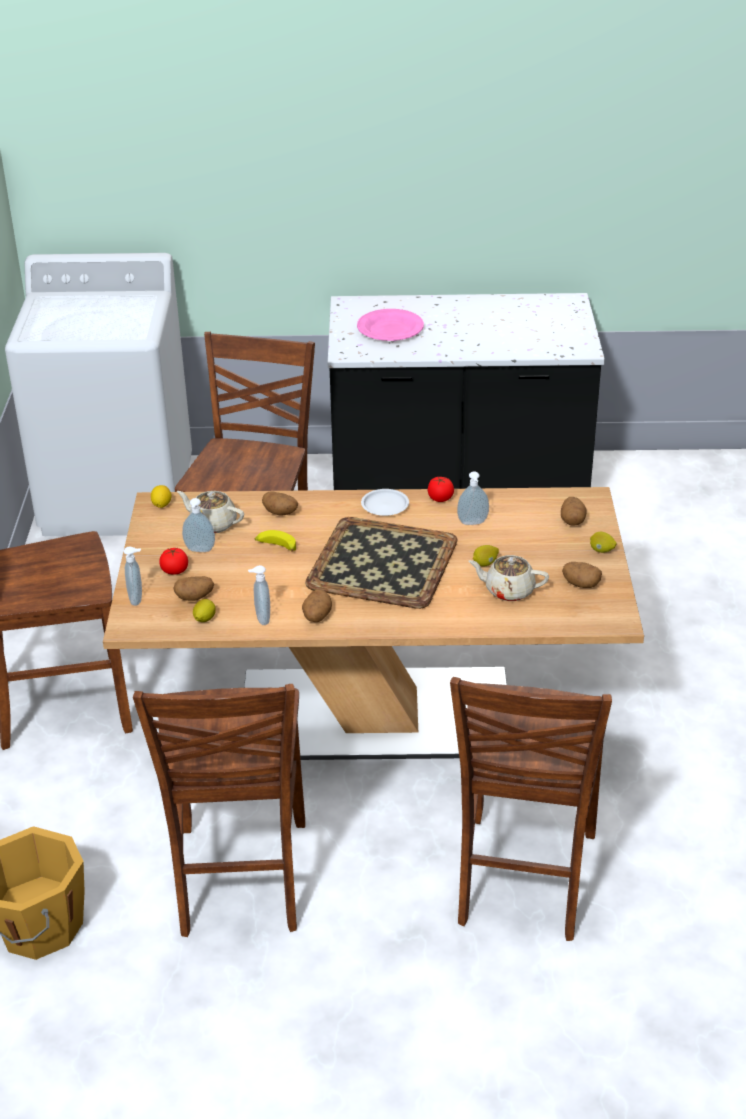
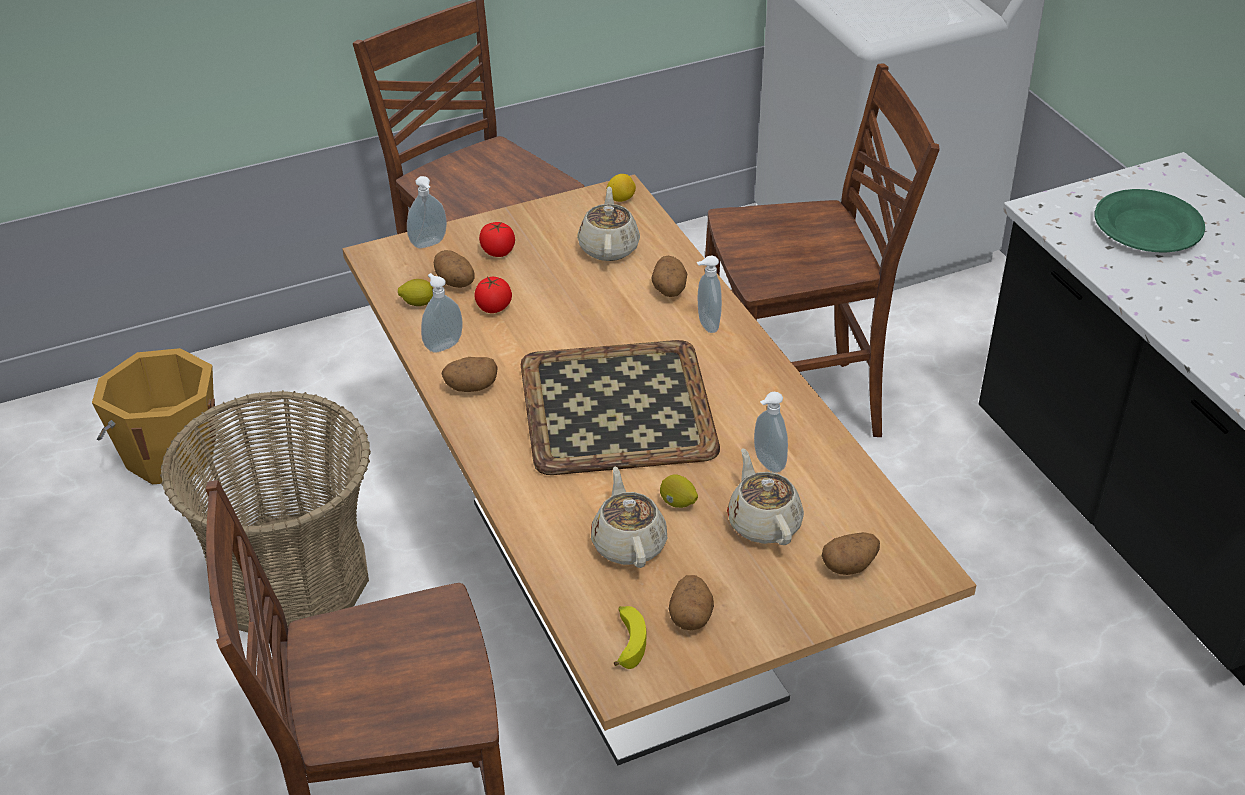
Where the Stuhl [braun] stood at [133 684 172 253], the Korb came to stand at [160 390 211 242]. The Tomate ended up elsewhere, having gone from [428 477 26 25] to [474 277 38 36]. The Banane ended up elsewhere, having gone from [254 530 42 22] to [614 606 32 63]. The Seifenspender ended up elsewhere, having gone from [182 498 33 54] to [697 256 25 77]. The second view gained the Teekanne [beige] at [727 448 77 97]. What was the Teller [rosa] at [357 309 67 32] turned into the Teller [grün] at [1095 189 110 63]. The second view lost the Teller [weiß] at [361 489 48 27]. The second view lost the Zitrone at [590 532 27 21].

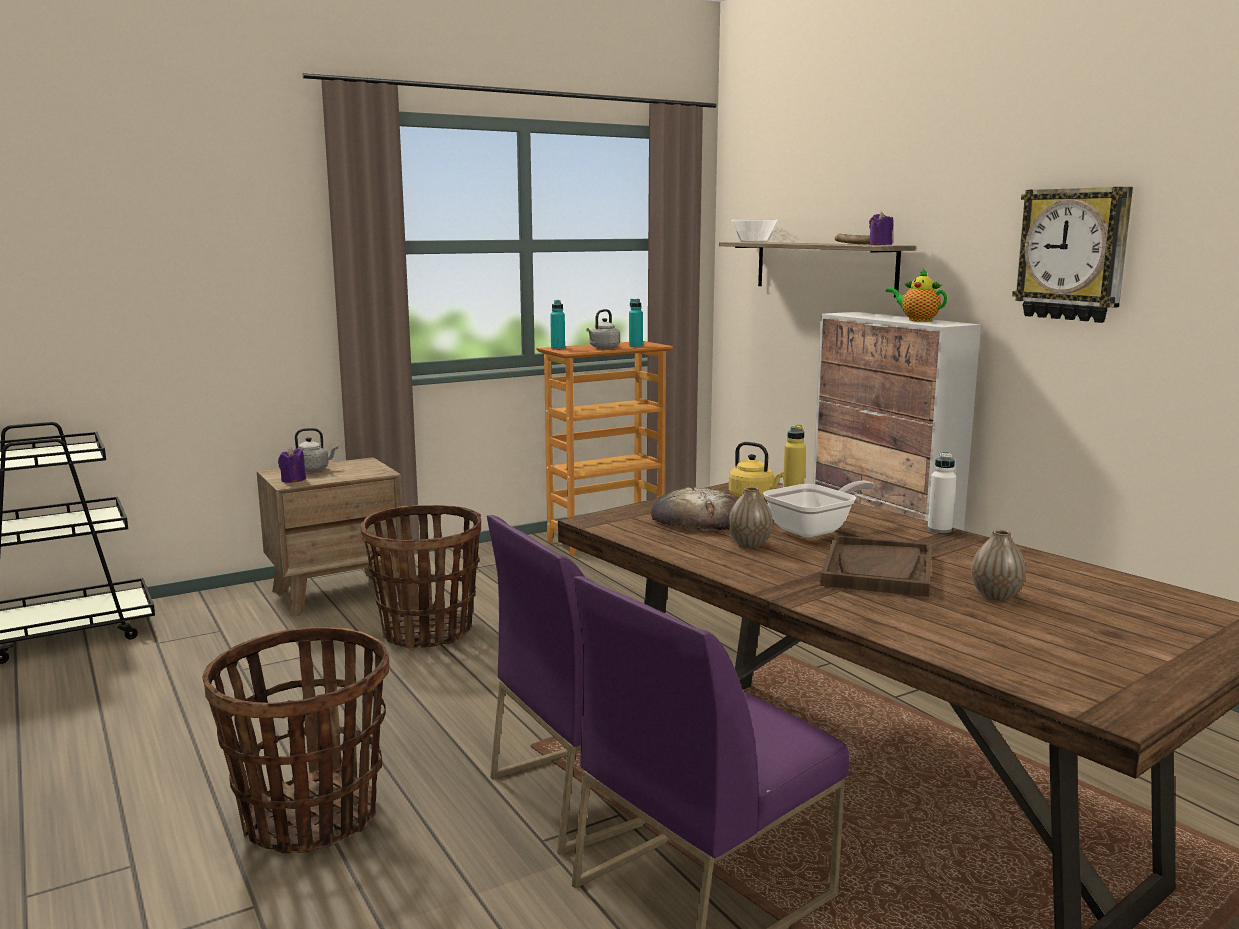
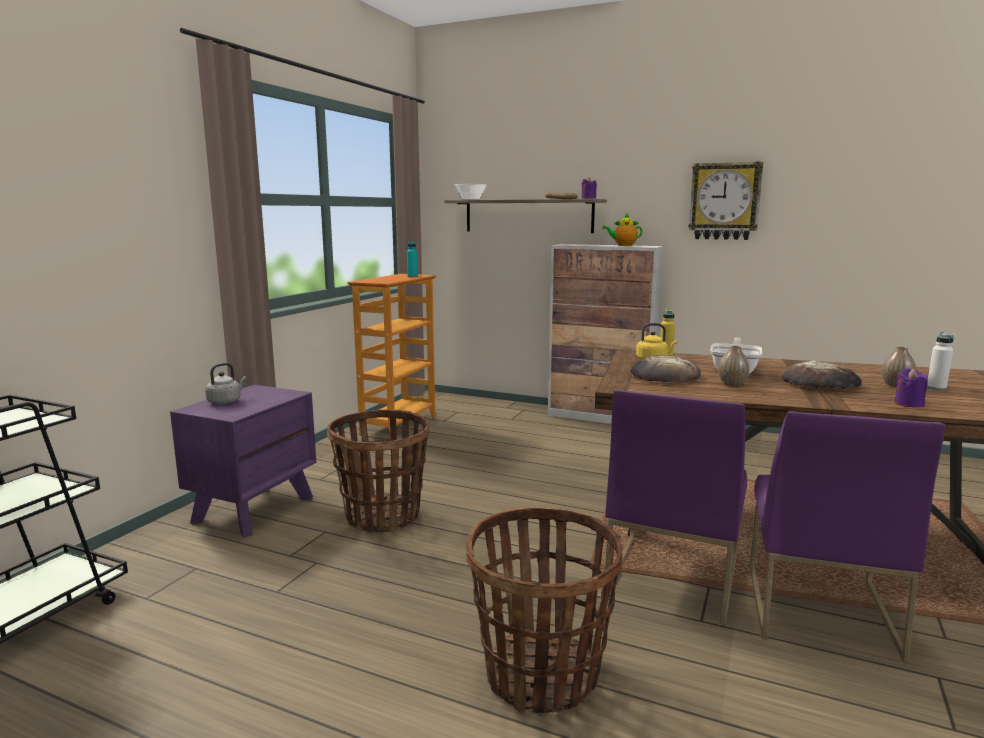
What was the Nachttisch [braun] at [257 457 146 159] turned into the Nachttisch [lila] at [170 385 146 153]. Where the Tablett [braun] stood at [820 535 111 62], the Brot came to stand at [782 361 80 29]. The Kerze [lila] ended up elsewhere, having gone from [278 447 28 36] to [894 368 34 39]. The Flasche [weiß] ended up elsewhere, having gone from [928 452 28 81] to [927 332 27 58]. The second view lost the Flasche [türkis] at [550 300 15 50]. The second view lost the Wasserkessel [grau] at [586 309 34 40].

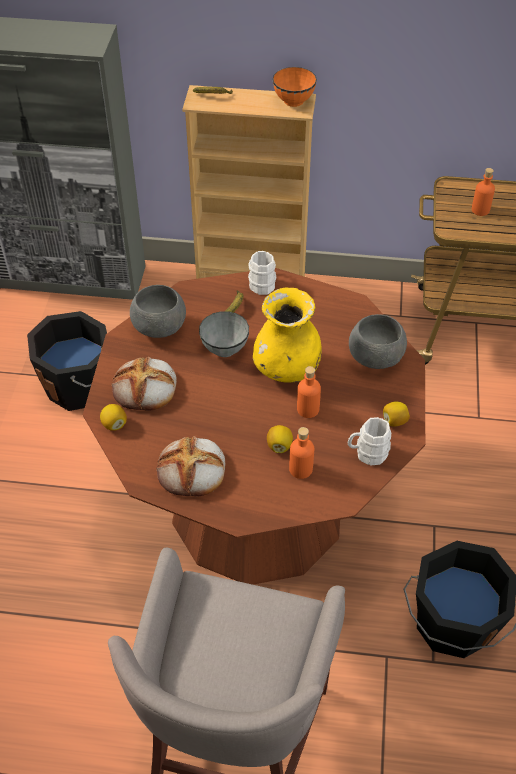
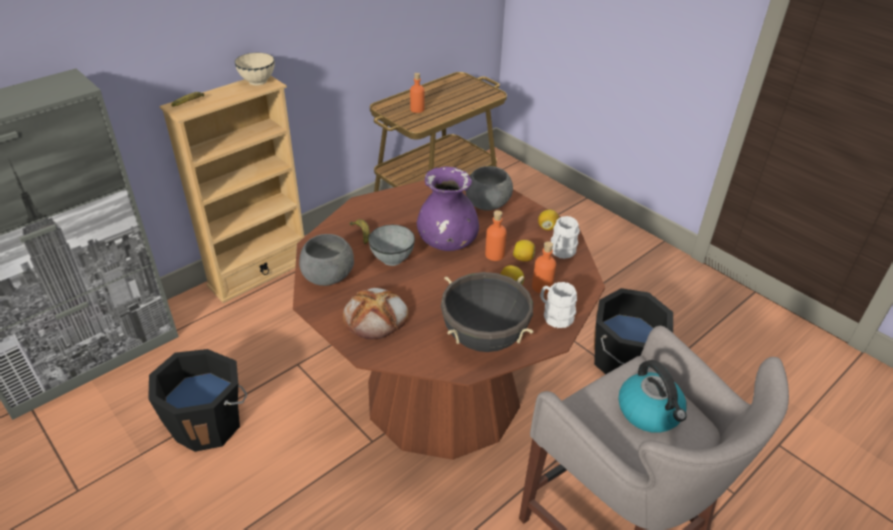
What was the Schüssel [orange] at [273 67 44 40] turned into the Schüssel [beige] at [235 53 40 32]. What was the Vase [gelb] at [253 287 69 96] turned into the Vase [lila] at [417 167 62 84]. Where the Brot stood at [156 436 69 60], the Kochtopf [schwarz] came to stand at [441 272 93 80]. The Zitrone ended up elsewhere, having gone from [100 404 27 27] to [513 240 22 22]. The Henkelbecher [weiß] ended up elsewhere, having gone from [248 251 28 44] to [540 282 37 46]. The second view gained the Wasserkessel at [618 360 69 73].

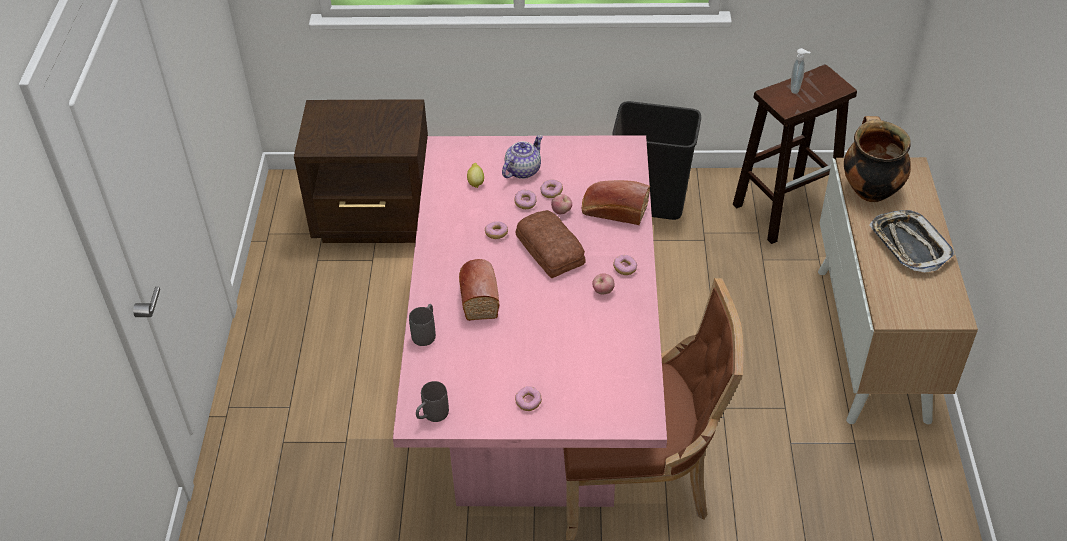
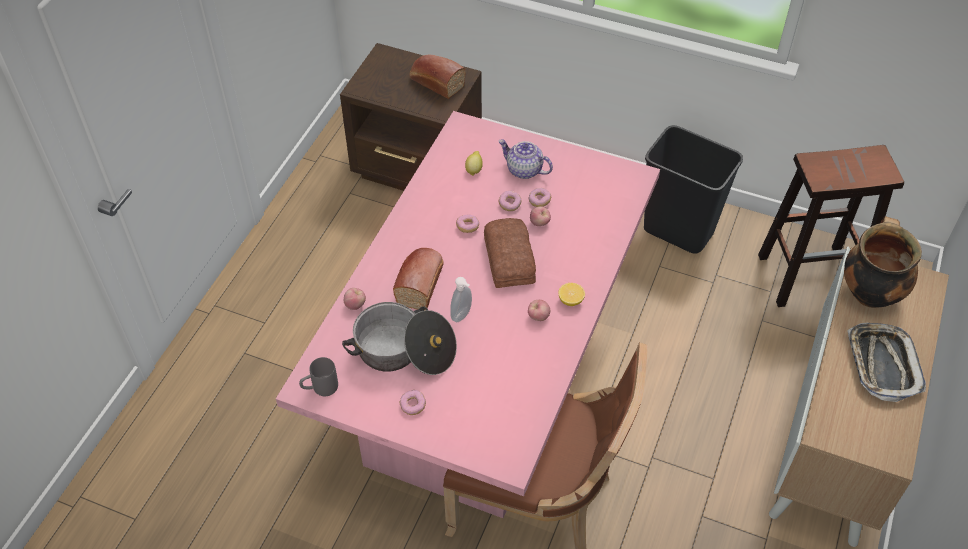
The second view gained the Kochtopf at [342 302 115 73]. Where the Henkelbecher [grau] stood at [409 304 27 42], the Apfel came to stand at [344 288 22 22]. The Brot ended up elsewhere, having gone from [582 180 68 45] to [409 54 57 45]. The Seifenspender ended up elsewhere, having gone from [791 48 19 46] to [450 277 22 45]. The Teekanne at [502 135 41 44] ended up facing another way, 120 degrees counterclockwise from before. Where the Donut stood at [613 255 24 20], the Zitrone came to stand at [558 283 27 23].

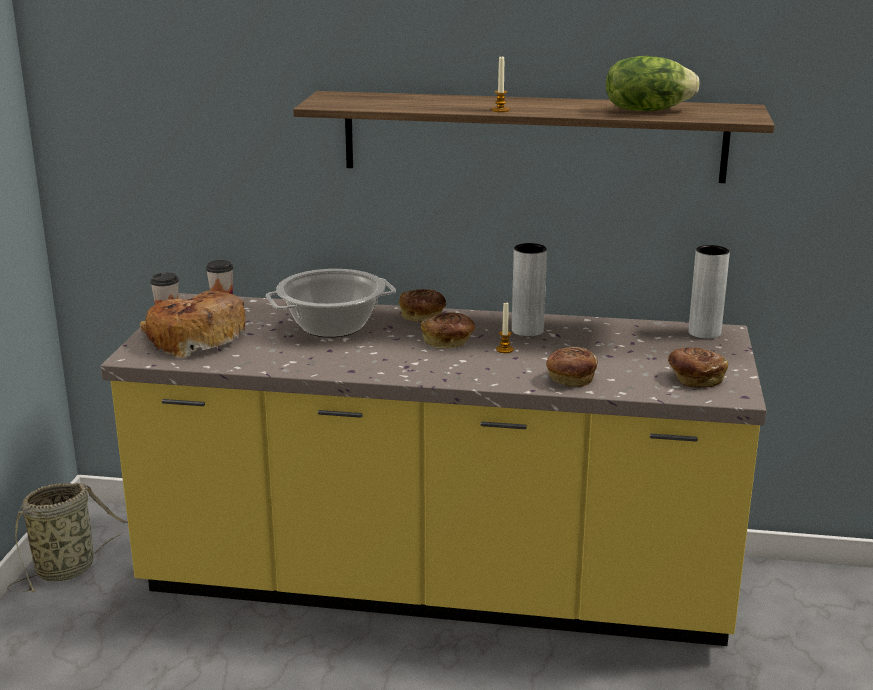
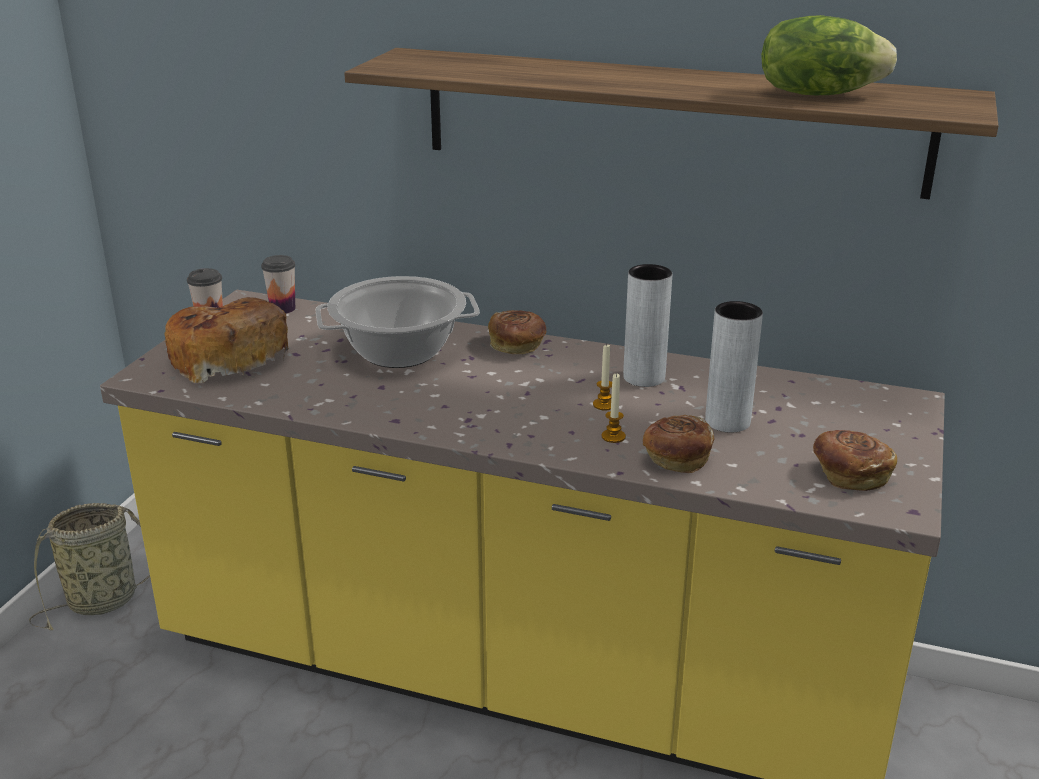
The Kerze ended up elsewhere, having gone from [492 56 18 56] to [602 373 24 70]. The Vase [grau] ended up elsewhere, having gone from [688 245 42 94] to [705 301 58 132]. The second view lost the Brot at [421 312 54 36].

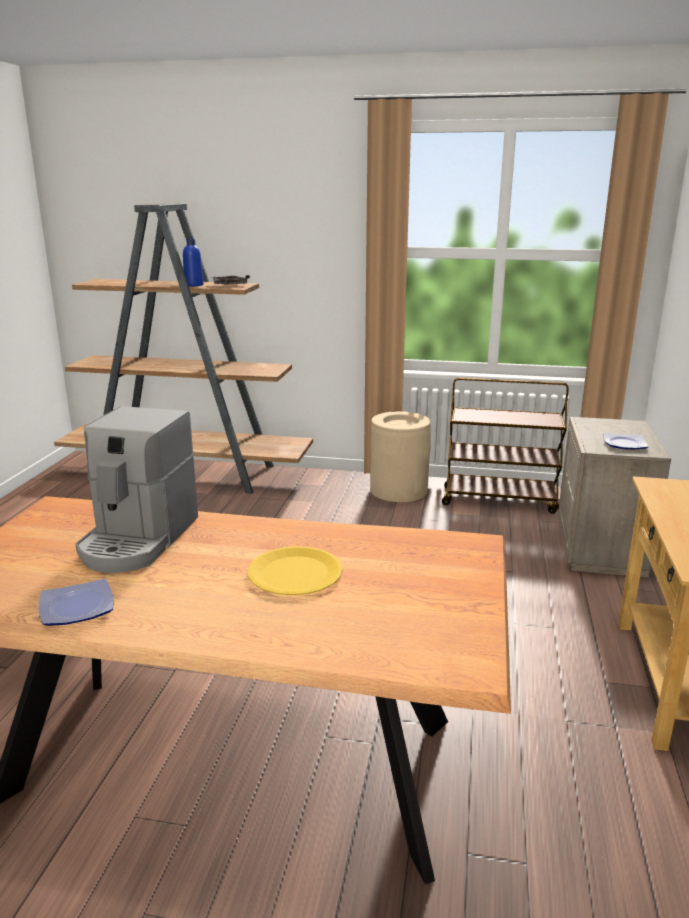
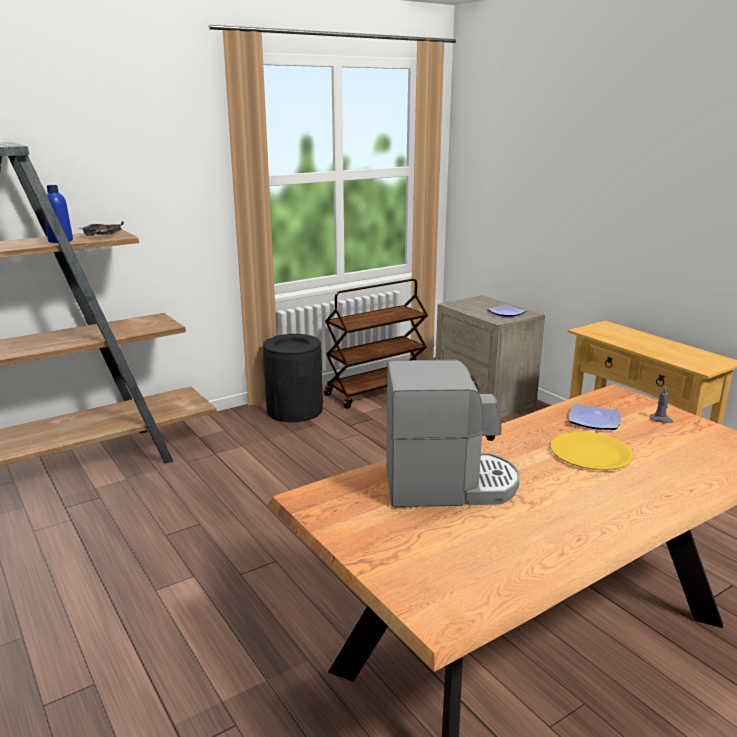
What was the Mülleimer [beige] at [370 411 61 91] turned into the Mülleimer [schwarz] at [263 334 60 88]. The Kaffeemaschine at [75 406 123 167] ended up facing another way, 60 degrees counterclockwise from before. The Teller ended up elsewhere, having gone from [39 579 75 47] to [569 404 52 26]. The second view gained the Kerze [grau] at [650 387 23 36].

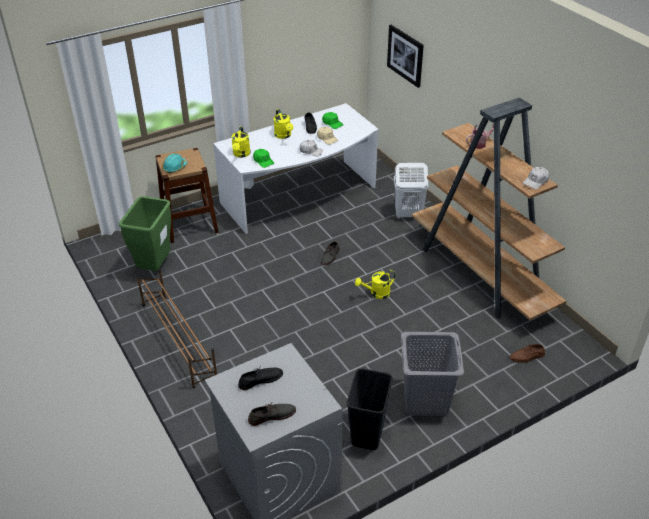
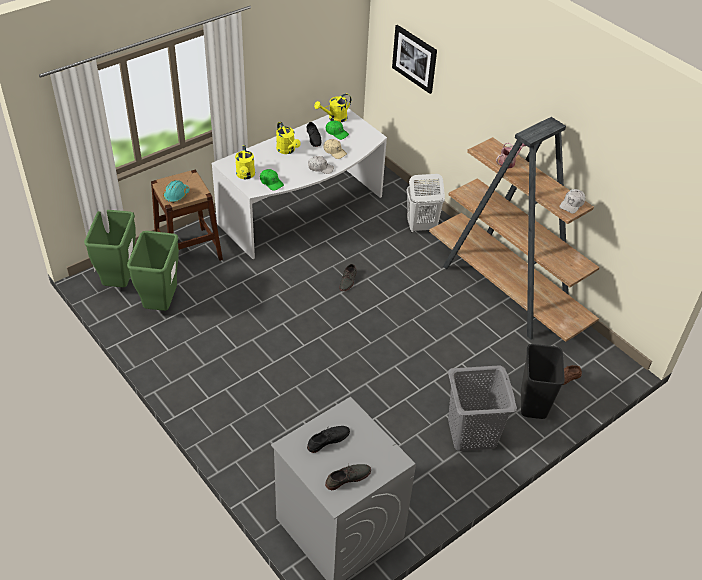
The second view gained the Mülleimer [grün] at [84 210 52 77]. The Gießkanne [gelb] ended up elsewhere, having gone from [355 270 40 29] to [314 94 37 28]. The Mülleimer [schwarz] ended up elsewhere, having gone from [347 368 46 82] to [521 344 44 75]. The second view lost the Schuhregal [braun] at [137 269 80 119].

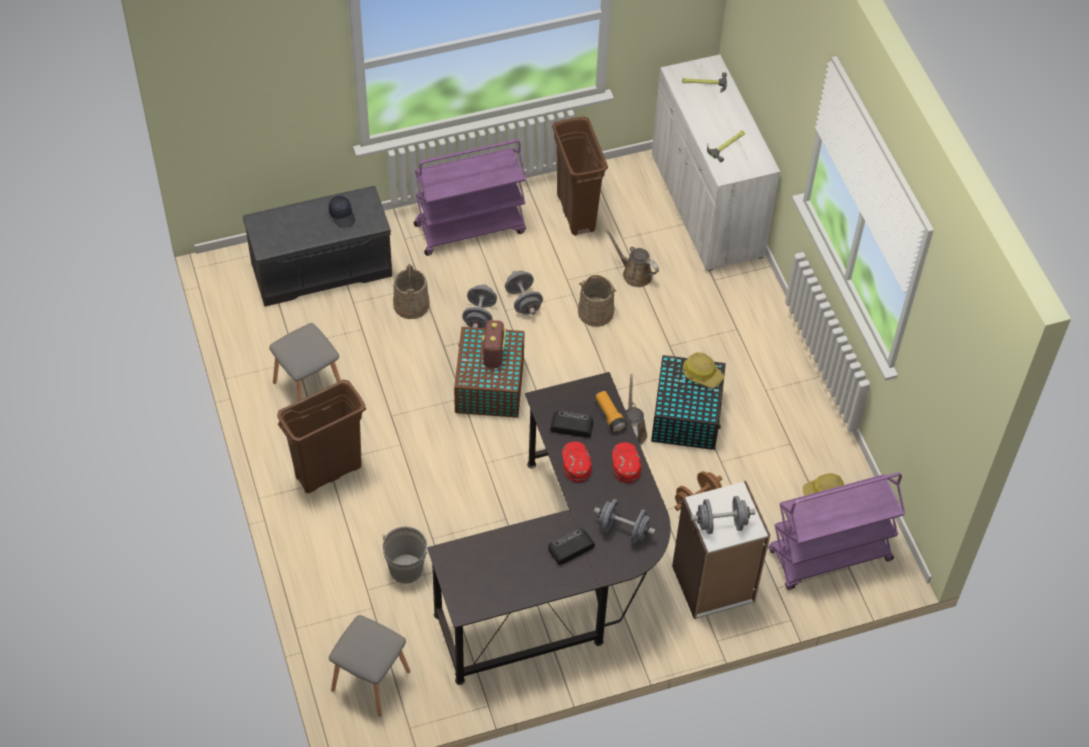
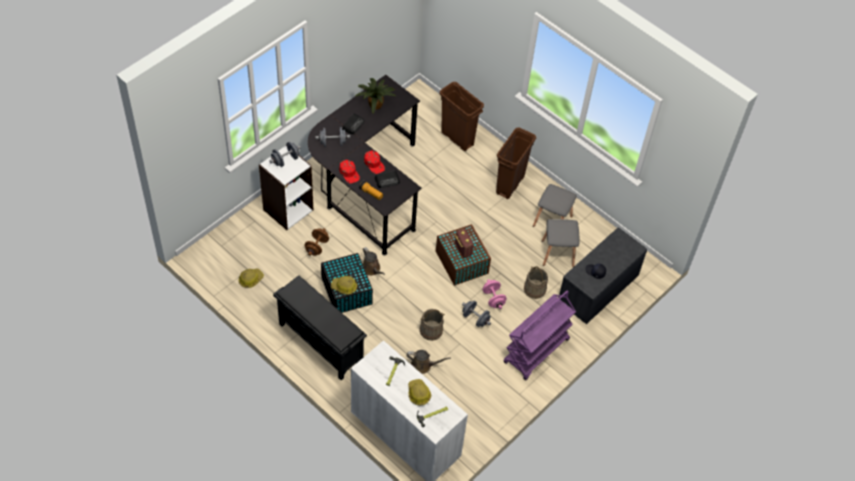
The second view gained the Schuhregal [schwarz] at [273 275 94 105]. The second view gained the Topfpflanze at [356 78 39 35]. The second view gained the Schutzhelm at [408 379 23 26]. The Mülleimer [braun] ended up elsewhere, having gone from [552 117 56 119] to [440 82 44 69]. What was the Hantel [grau] at [462 284 35 44] turned into the Hantel [rosa] at [482 279 25 30]. The Hocker [grau] ended up elsewhere, having gone from [329 615 81 101] to [542 219 37 48]. The second view lost the Eimer [grau] at [382 526 47 58]. The second view lost the Rollwagen [lila] at [768 473 137 117].

